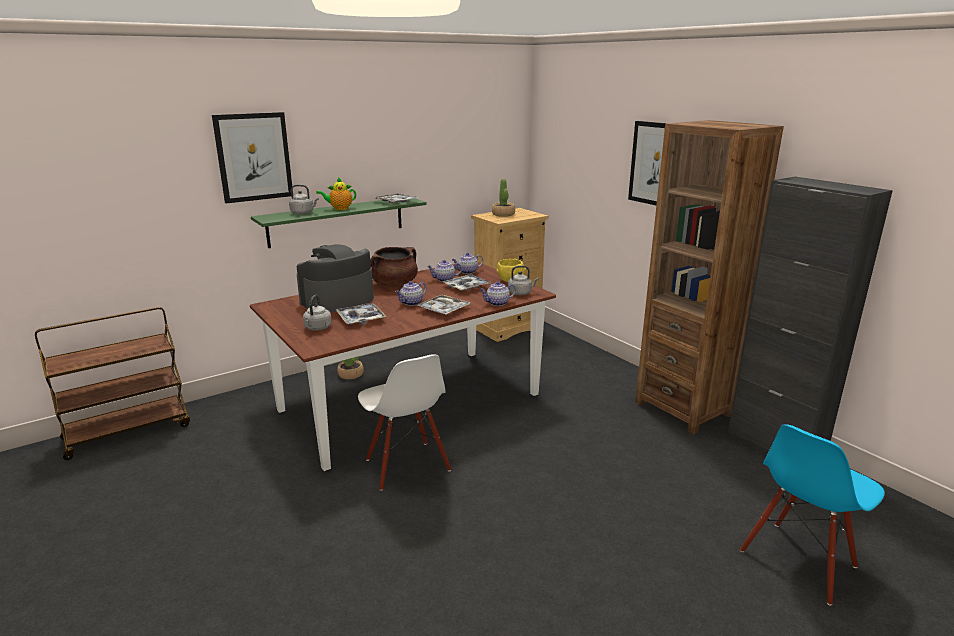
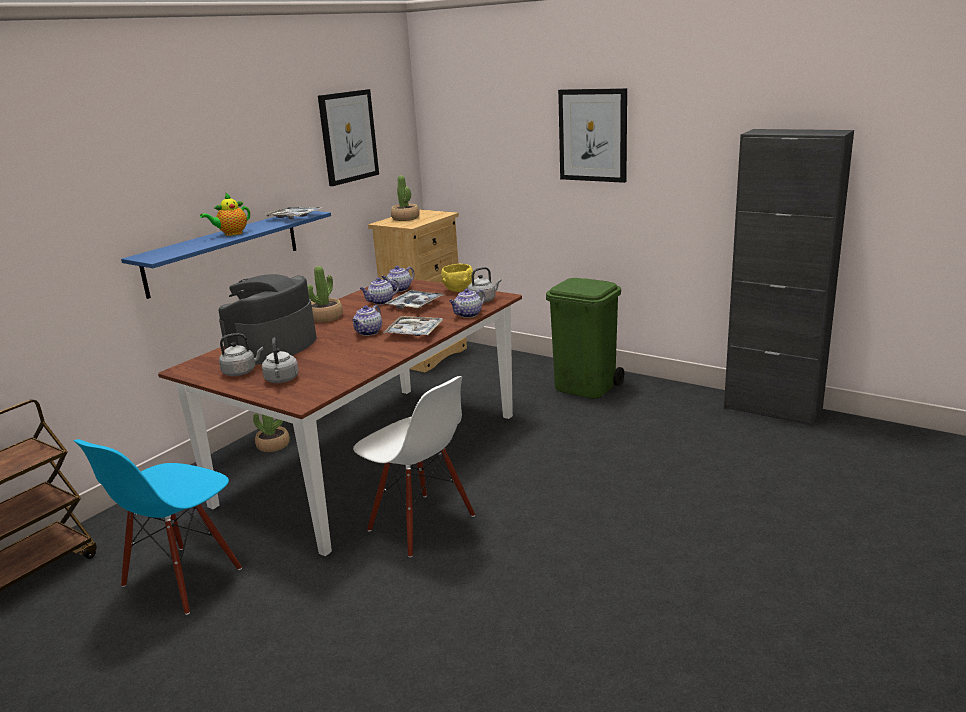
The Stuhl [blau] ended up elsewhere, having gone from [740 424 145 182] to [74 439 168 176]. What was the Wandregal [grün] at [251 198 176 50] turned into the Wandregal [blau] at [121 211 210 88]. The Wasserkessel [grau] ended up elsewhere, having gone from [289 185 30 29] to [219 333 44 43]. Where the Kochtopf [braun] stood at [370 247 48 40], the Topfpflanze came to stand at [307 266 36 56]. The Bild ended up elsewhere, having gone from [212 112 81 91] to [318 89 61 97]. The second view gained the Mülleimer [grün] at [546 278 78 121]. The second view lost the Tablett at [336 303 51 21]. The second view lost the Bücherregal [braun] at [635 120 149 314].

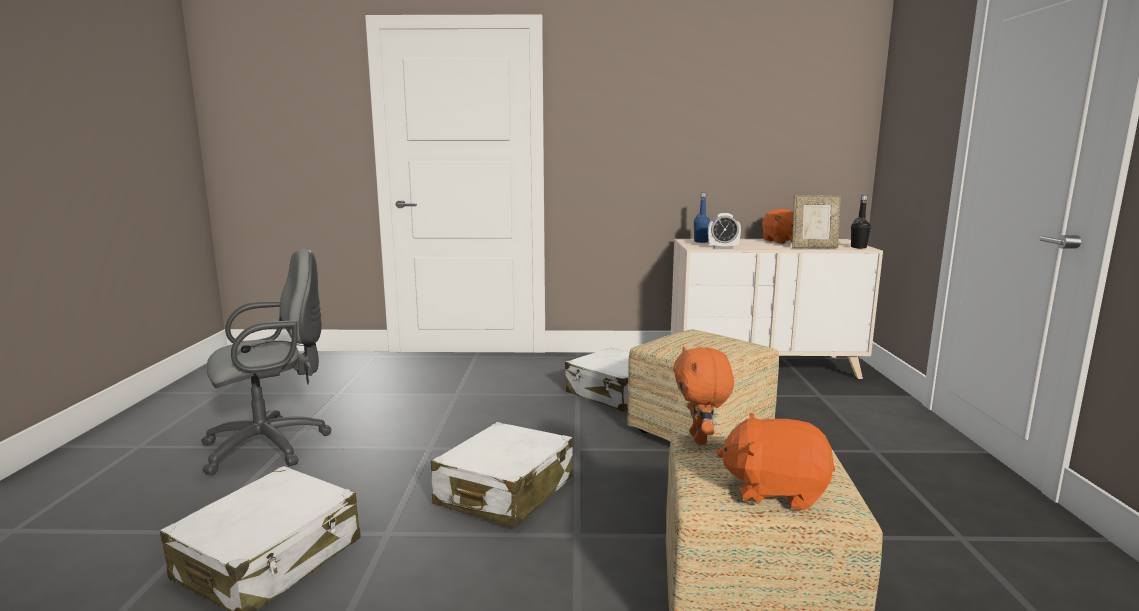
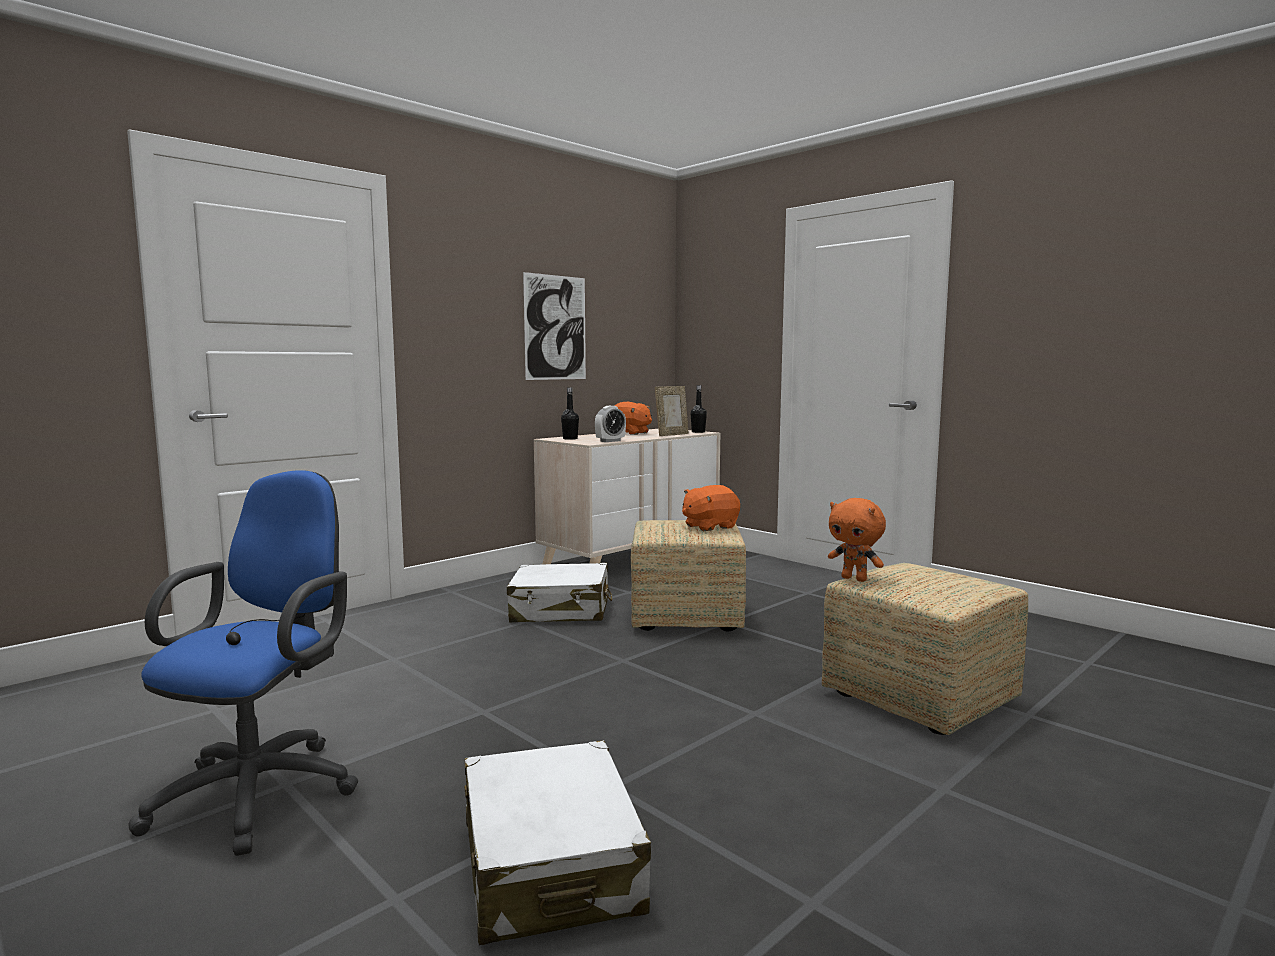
What was the Bürostuhl [grau] at [201 249 131 226] turned into the Bürostuhl [blau] at [128 470 230 386]. The second view gained the Bild at [523 272 63 108]. What was the Flasche [blau] at [694 193 17 50] turned into the Flasche [schwarz] at [561 387 18 53]. The Plüschtier [orange] ended up elsewhere, having gone from [716 413 119 97] to [682 485 58 46]. The second view lost the Koffer [weiß] at [431 422 142 106].

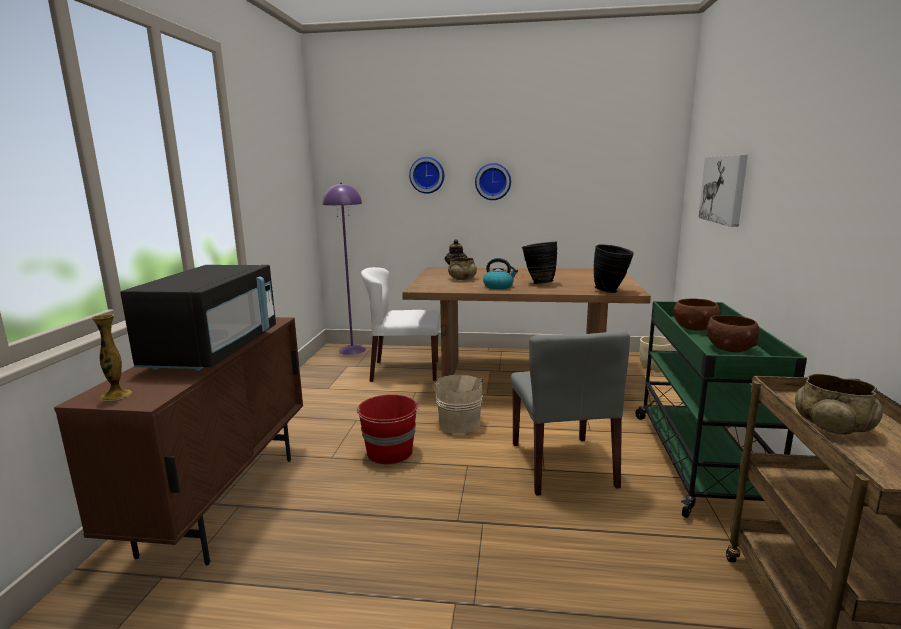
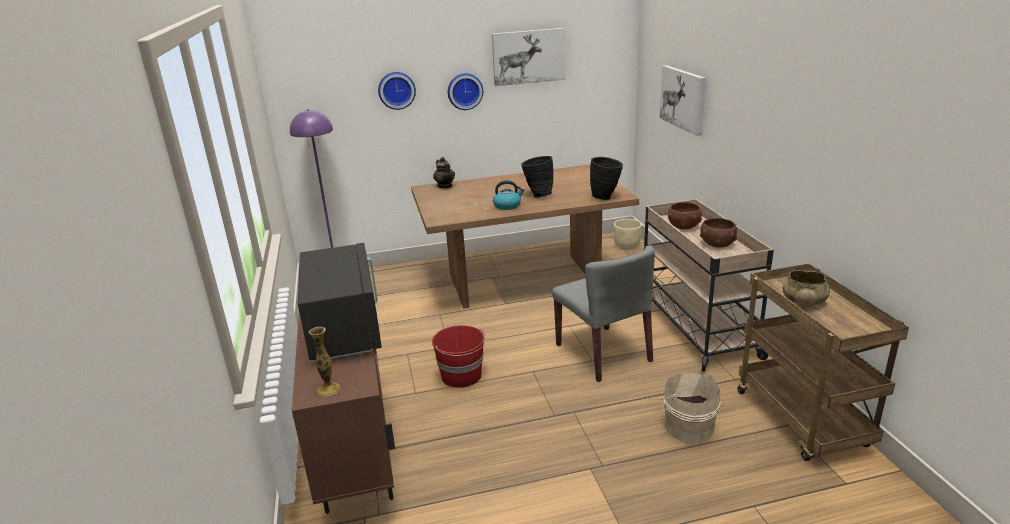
The second view gained the Bild at [492 28 73 58]. What was the Rollwagen [grün] at [635 301 172 217] turned into the Rollwagen [beige] at [644 199 130 173]. The Eimer [beige] ended up elsewhere, having gone from [432 375 51 59] to [659 373 62 71]. The second view lost the Stuhl [weiß] at [361 267 79 115]. The second view lost the Schüssel [beige] at [448 257 29 23].

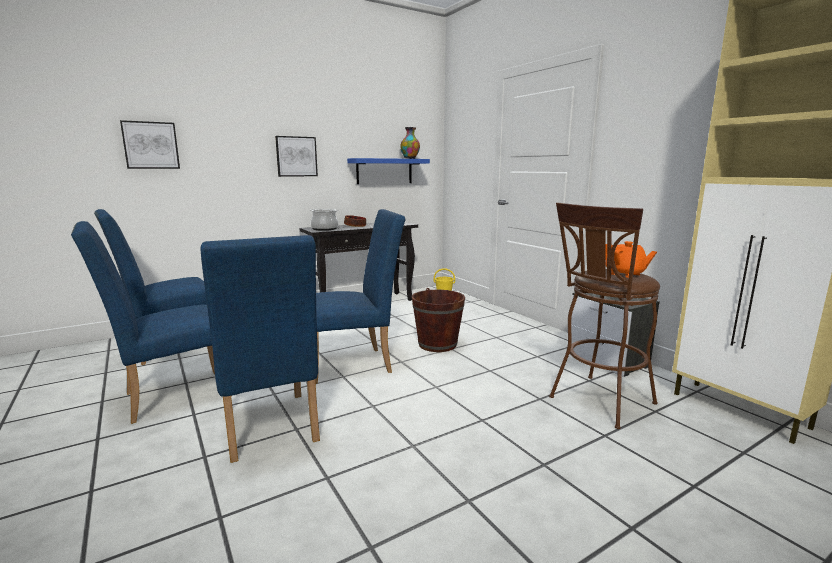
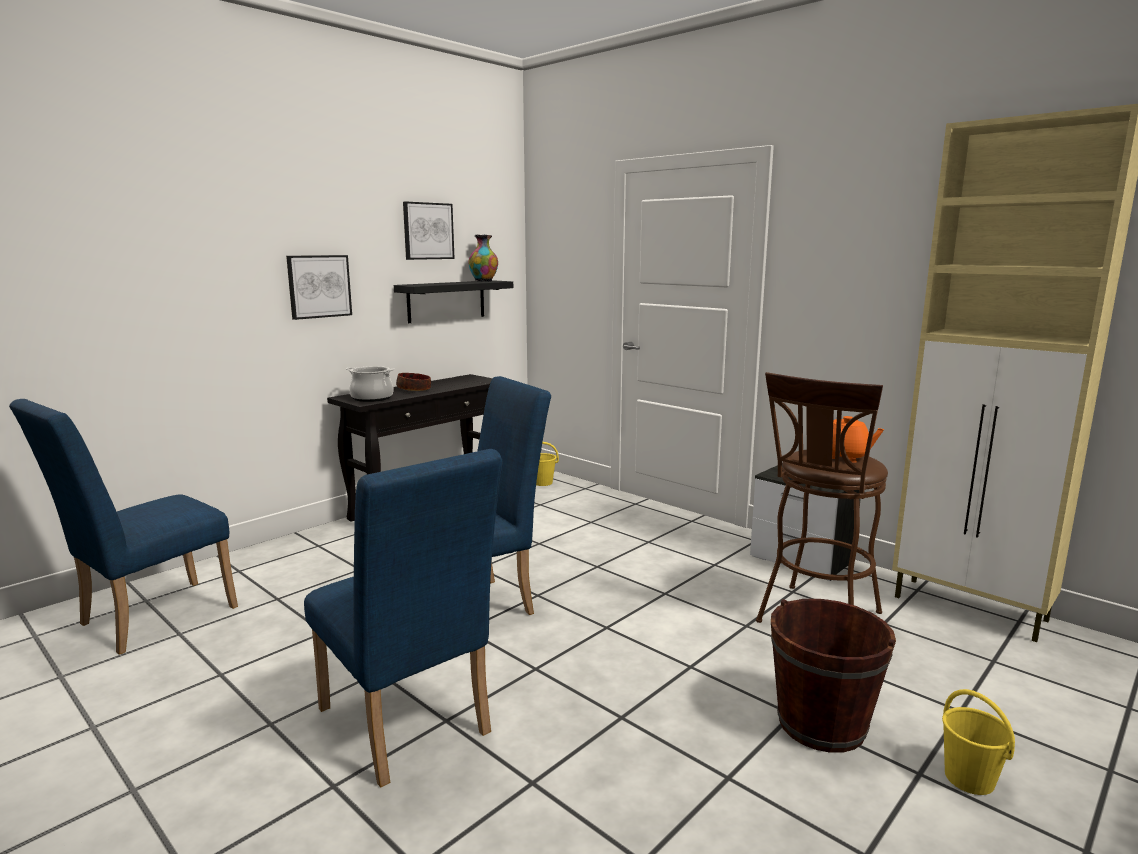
What was the Wandregal [blau] at [347 158 83 26] turned into the Wandregal [schwarz] at [394 280 119 43]. The Bild ended up elsewhere, having gone from [120 120 60 49] to [403 202 52 58]. The Eimer [braun] ended up elsewhere, having gone from [412 288 53 64] to [771 599 125 154]. The second view gained the Eimer [gelb] at [942 689 73 106]. The second view lost the Stuhl [blau] at [71 221 161 203].

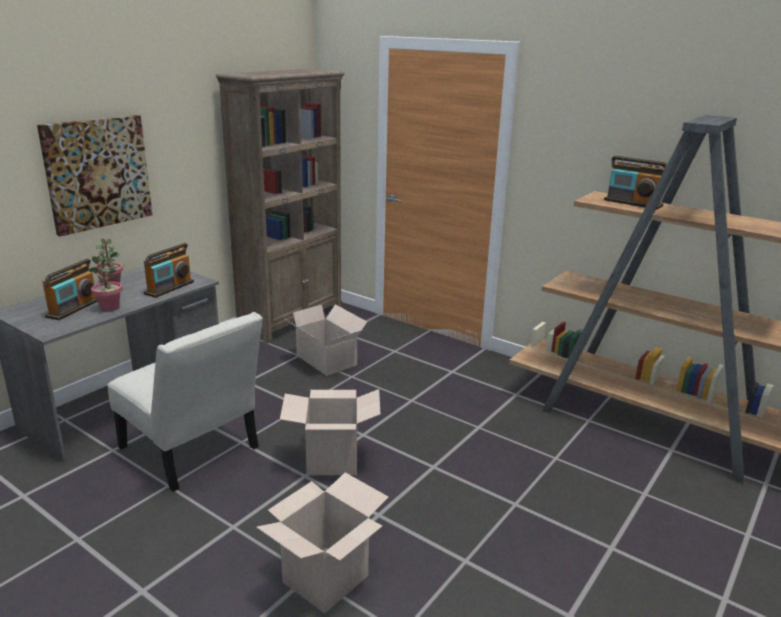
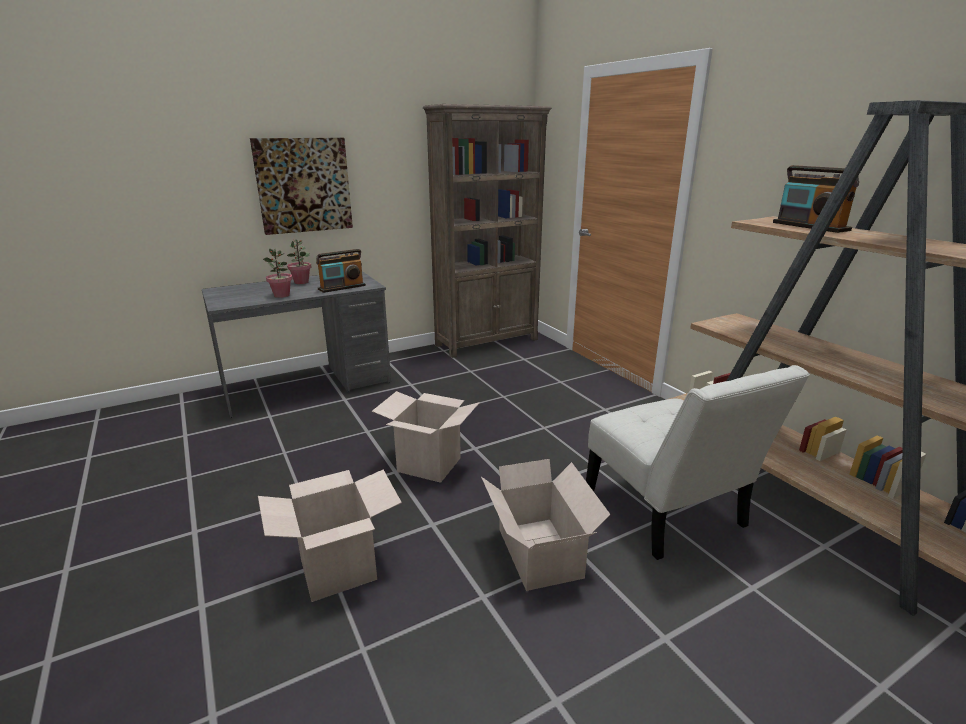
The Karton ended up elsewhere, having gone from [285 304 82 72] to [481 459 130 132]. The Stuhl [weiß] ended up elsewhere, having gone from [107 312 156 180] to [586 365 224 195]. The second view lost the Radio at [42 259 55 61].

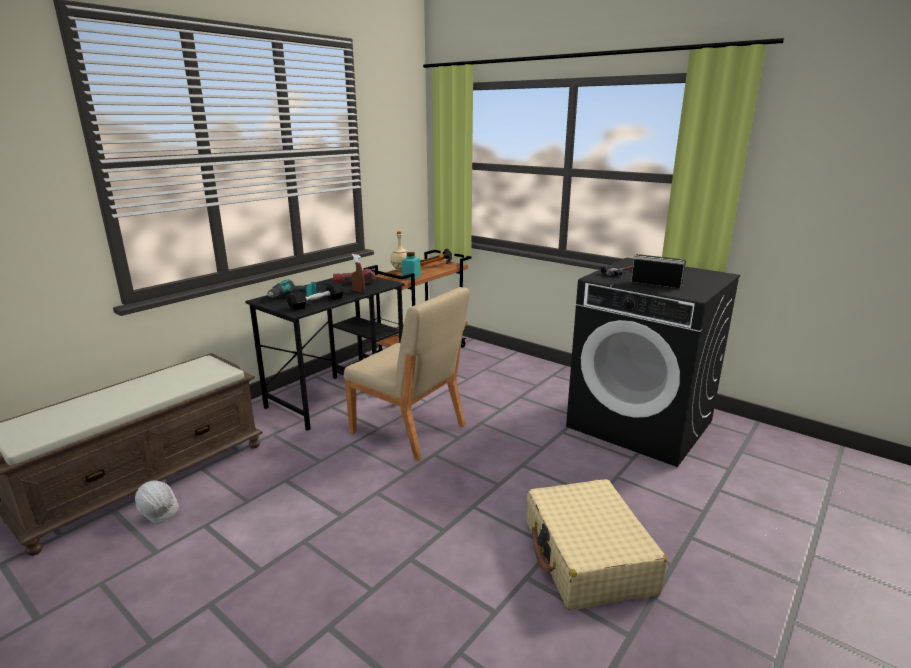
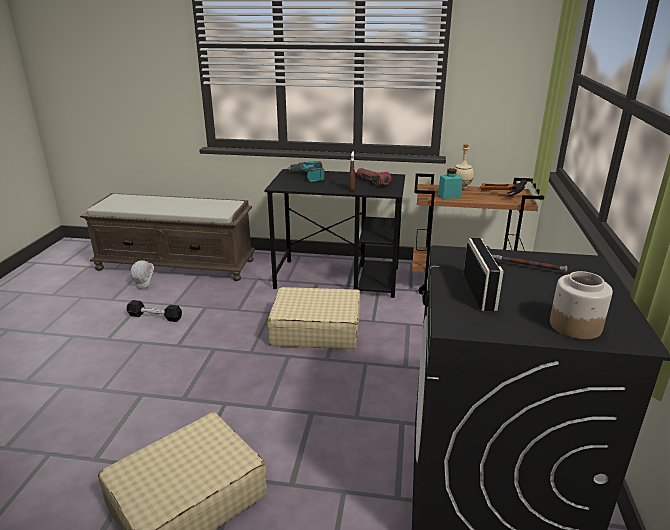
The Hantel [schwarz] ended up elsewhere, having gone from [287 282 57 28] to [126 300 56 22]. Where the Stuhl [beige] stood at [344 287 126 174], the Koffer [beige] came to stand at [267 287 93 62]. The second view gained the Vorratsglas at [550 271 63 69].

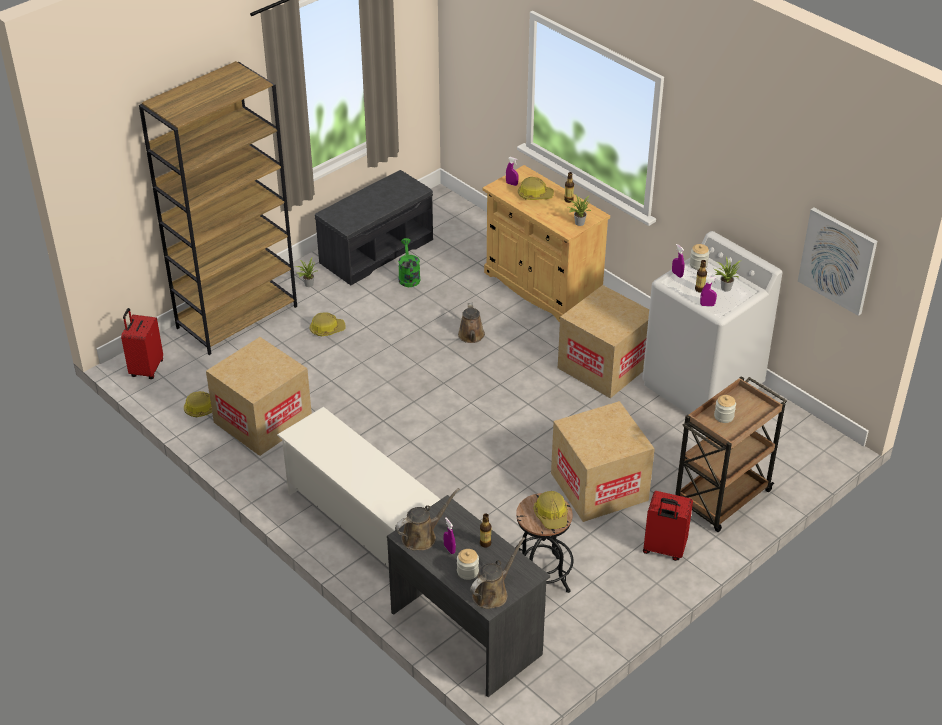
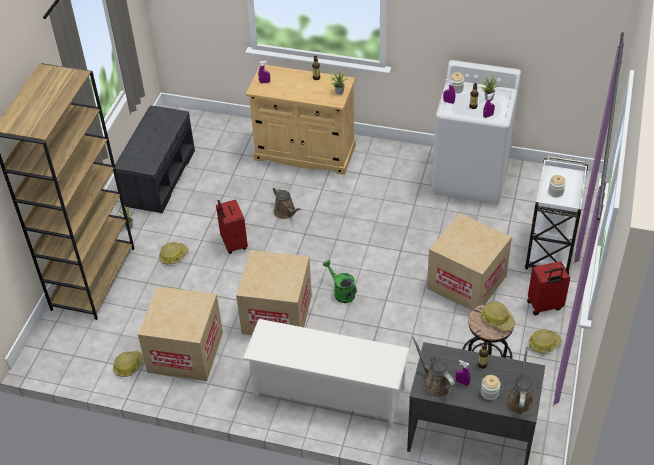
The Koffer [rot] ended up elsewhere, having gone from [121 308 42 71] to [216 199 32 55]. The Karton ended up elsewhere, having gone from [558 285 91 113] to [236 250 76 85]. The Gießkanne [grün] ended up elsewhere, having gone from [398 238 22 49] to [323 260 34 43]. The Gießkanne [braun] at [395 488 65 62] ended up facing another way, 60 degrees counterclockwise from before. What was the Rollwagen [braun] at [675 376 112 156] turned into the Rollwagen [weiß] at [525 156 63 119]. The Schutzhelm ended up elsewhere, having gone from [518 177 36 23] to [529 329 34 25]. The second view lost the Bild at [798 207 79 109].

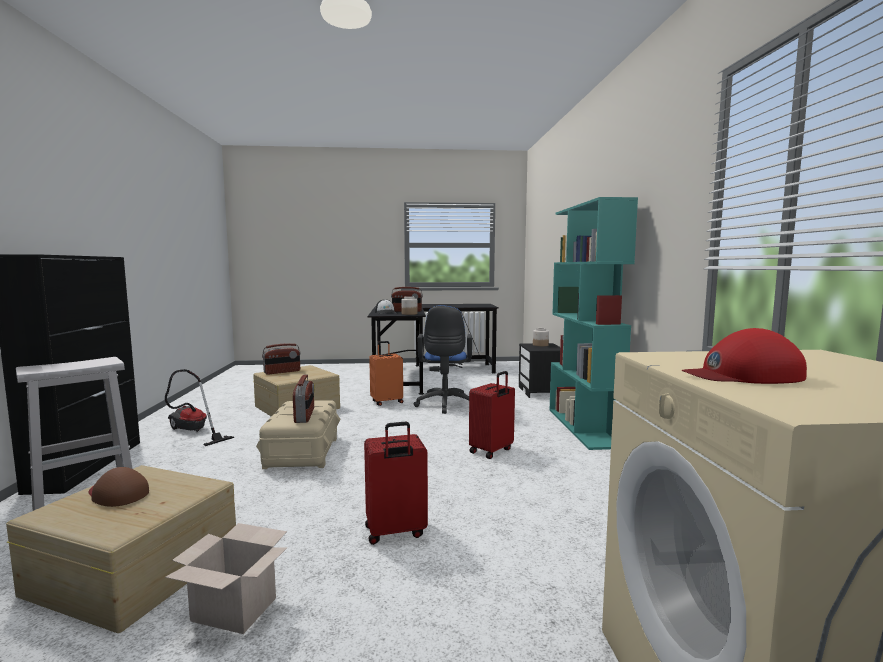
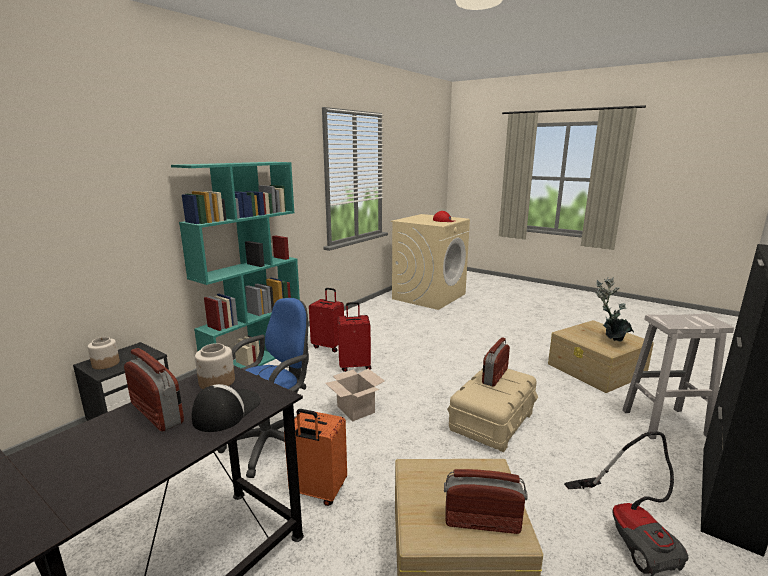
The Koffer [rot] ended up elsewhere, having gone from [364 422 64 123] to [309 288 35 64]. The Karton ended up elsewhere, having gone from [165 523 122 111] to [325 369 60 52]. Where the Kappe [braun] stood at [88 467 61 40], the Topfpflanze came to stand at [595 277 39 65].

